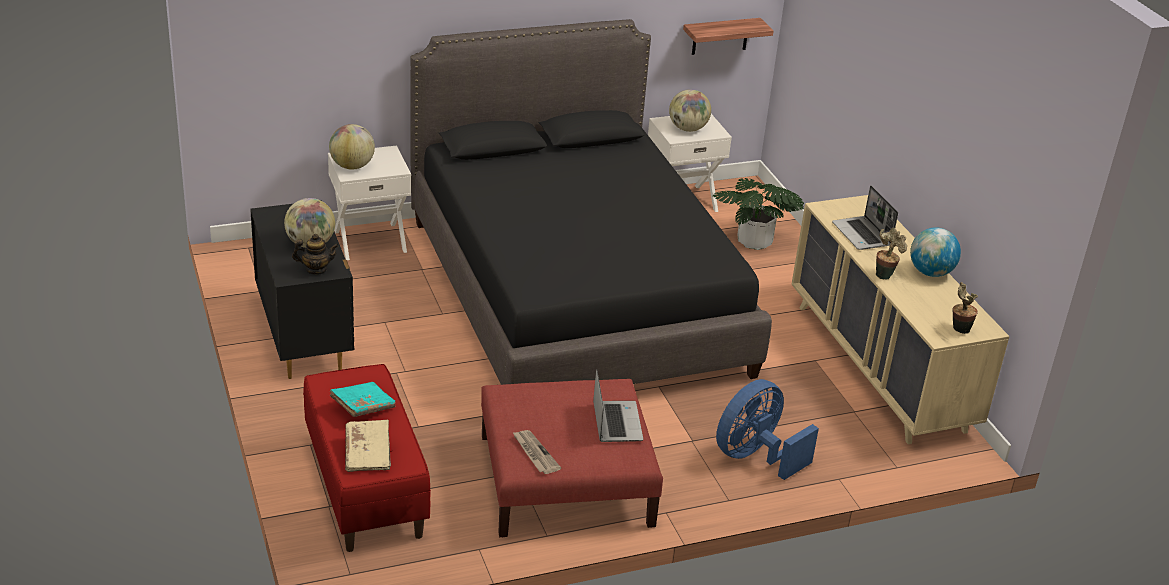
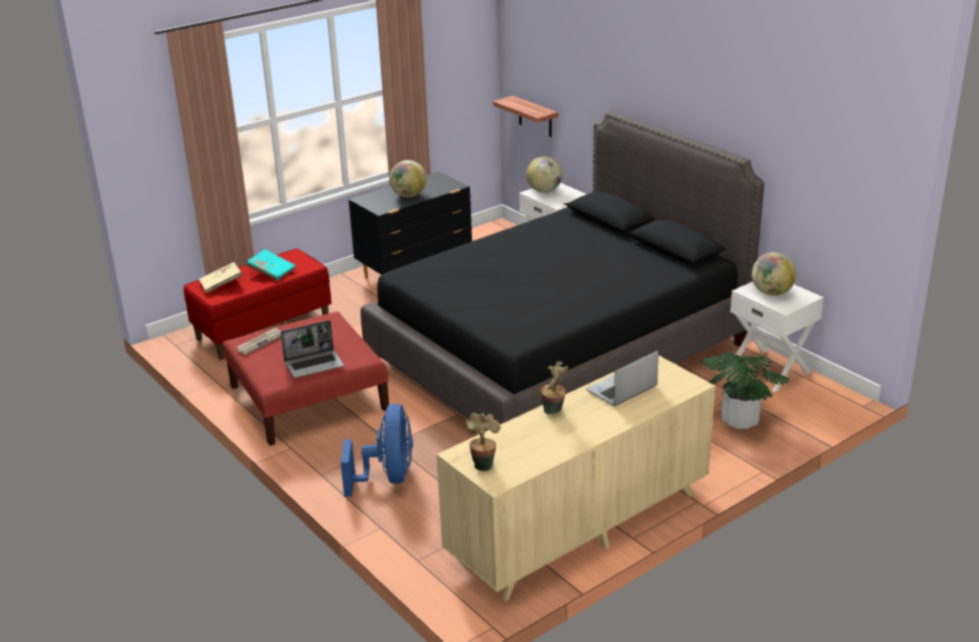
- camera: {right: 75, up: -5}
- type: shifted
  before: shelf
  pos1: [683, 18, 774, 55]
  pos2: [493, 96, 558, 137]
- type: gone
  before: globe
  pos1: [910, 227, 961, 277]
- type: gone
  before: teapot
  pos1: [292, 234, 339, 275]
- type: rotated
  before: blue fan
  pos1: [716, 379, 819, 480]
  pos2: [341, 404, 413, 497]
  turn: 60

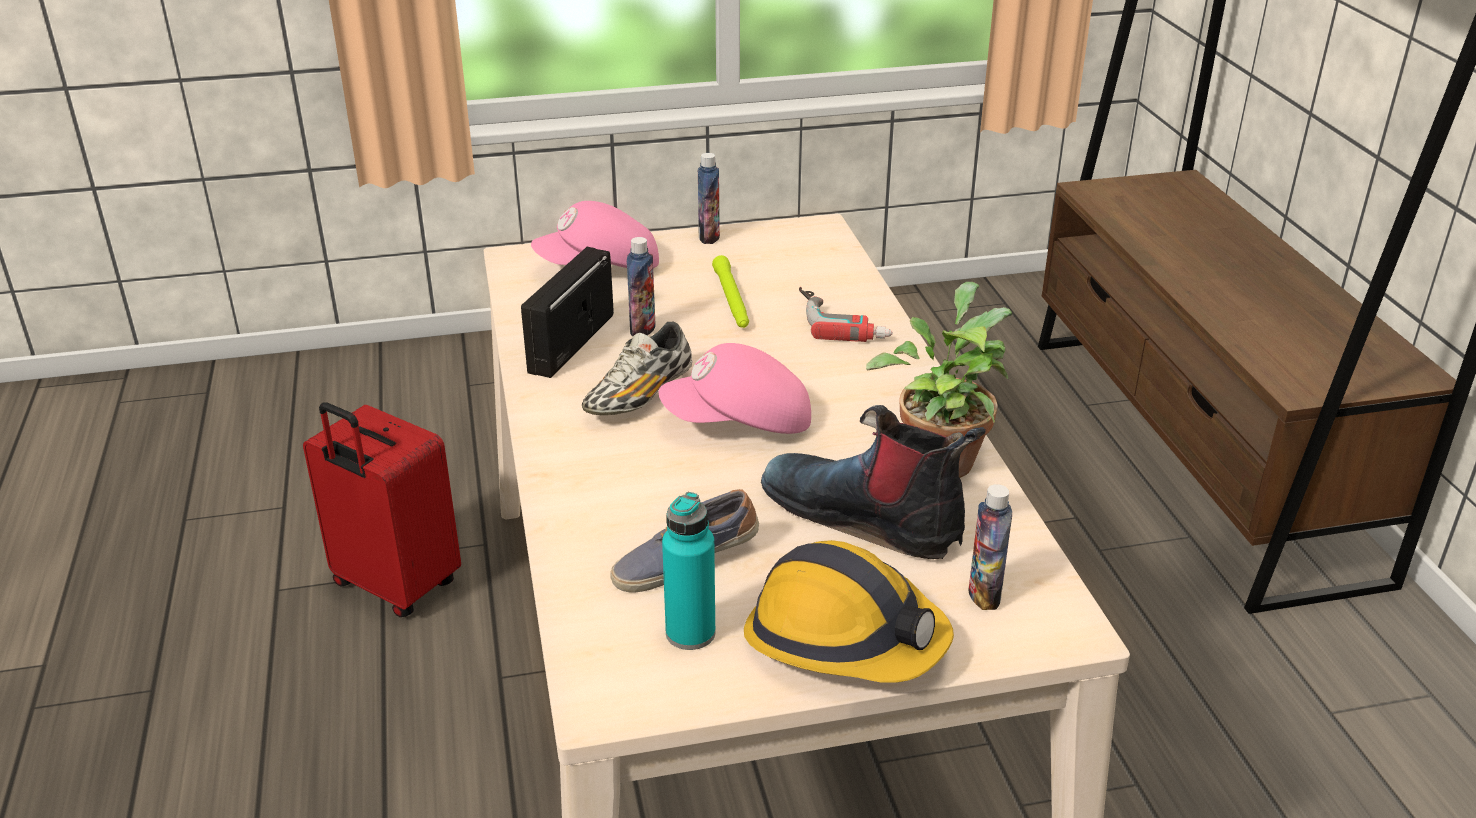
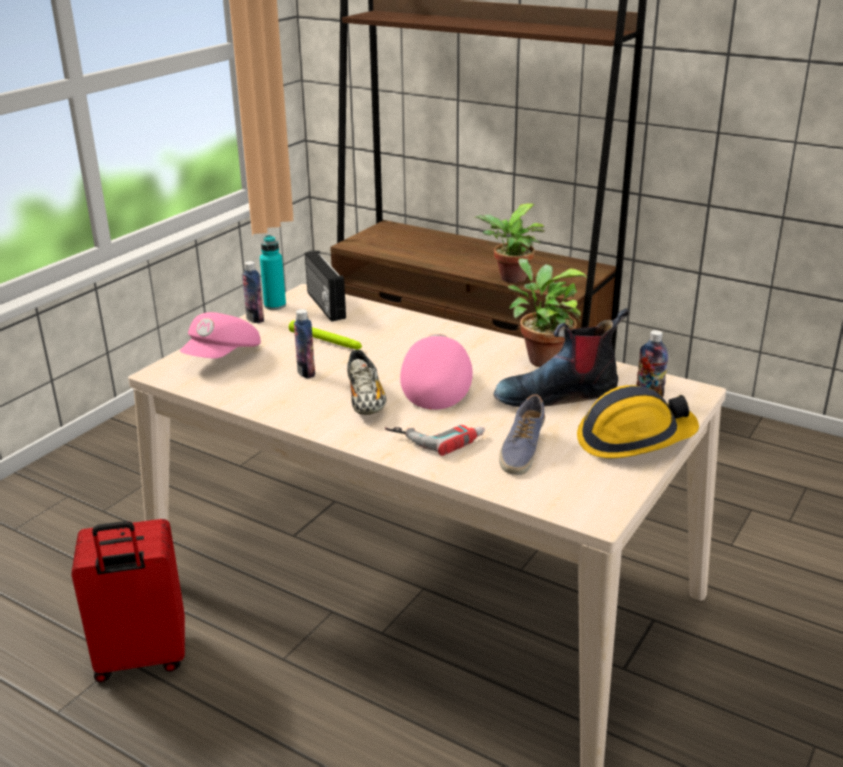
- camera: {right: -45, up: -5}
- type: shifted
  before: radio
  pos1: [521, 247, 614, 378]
  pos2: [305, 251, 346, 322]
- type: shifted
  before: power drill
  pos1: [799, 287, 893, 342]
  pos2: [385, 425, 485, 456]
- type: rotated
  before: pink cap
  pos1: [659, 343, 811, 434]
  pos2: [400, 334, 473, 410]
  turn: 150
- type: shifted
  before: turquoise bottle
  pos1: [662, 492, 716, 650]
  pos2: [260, 235, 286, 310]
- type: new
  after: potted plant
  pos2: [474, 204, 545, 283]

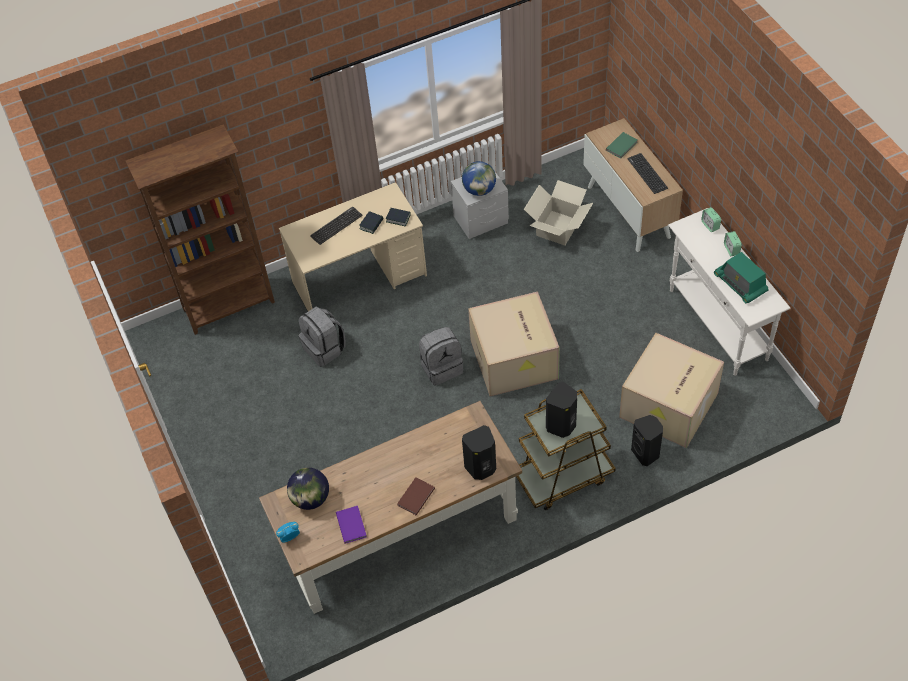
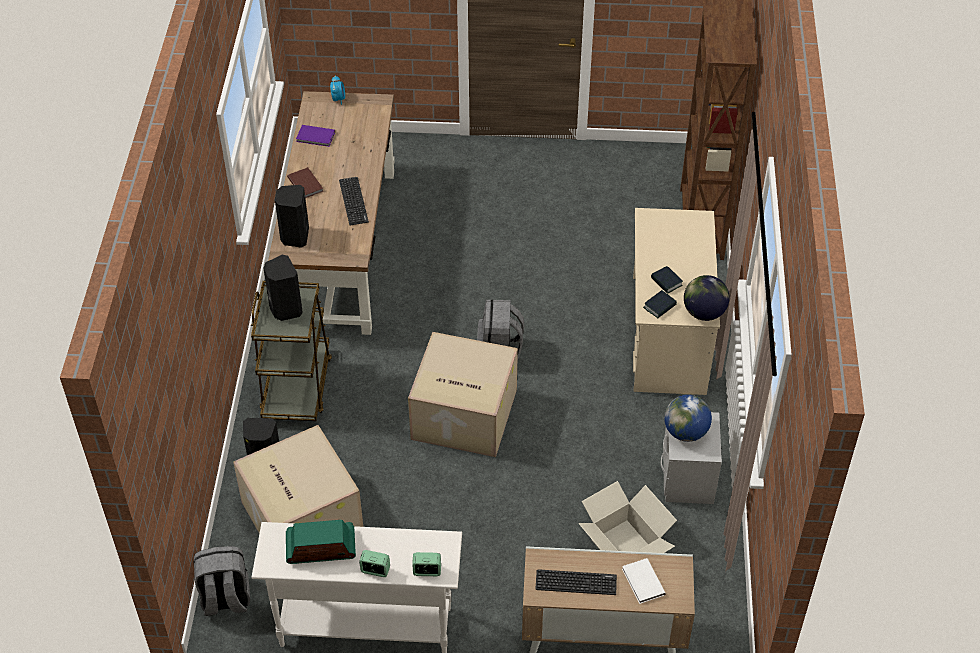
- camera: {right: 115, up: -5}
- type: repainted
  before: green book
  after: white book
  pos1: [606, 132, 637, 159]
  pos2: [622, 558, 666, 604]
- type: shifted
  before: keyboard
  pos1: [310, 206, 363, 245]
  pos2: [339, 177, 369, 225]
- type: shifted
  before: grey backpack
  pos1: [298, 306, 346, 367]
  pos2: [193, 546, 250, 616]
- type: shifted
  before: globe
  pos1: [287, 468, 329, 510]
  pos2: [684, 275, 730, 321]

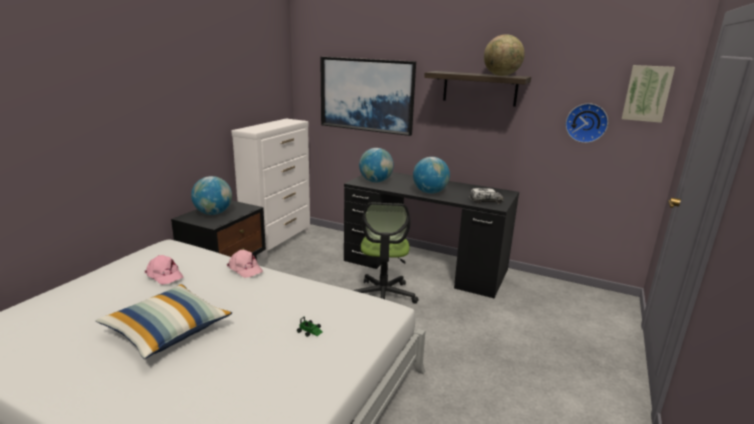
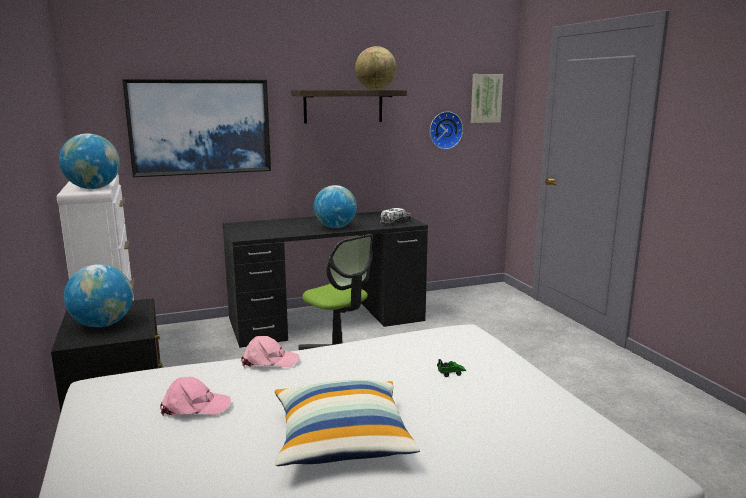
- camera: {right: -45, up: -5}
- type: shifted
  before: globe
  pos1: [359, 148, 394, 182]
  pos2: [59, 134, 120, 189]

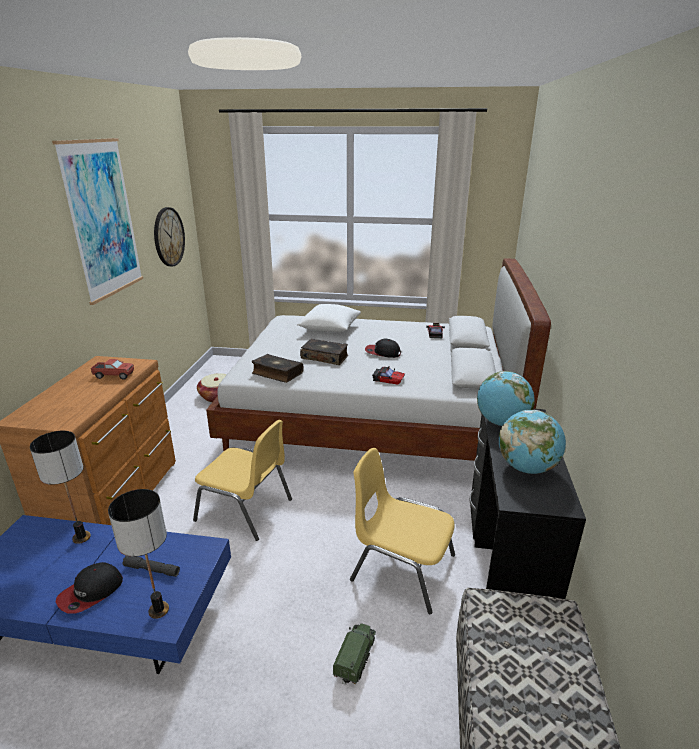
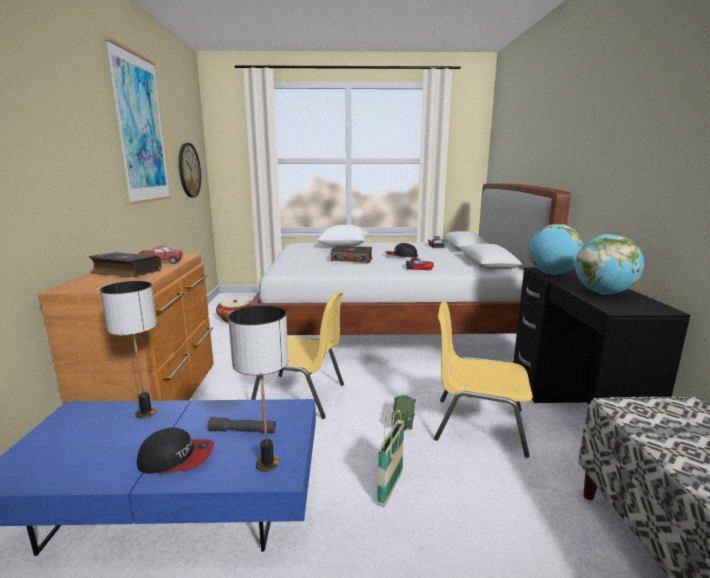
- camera: {right: -10, up: -10}
- type: shifted
  before: book
  pos1: [252, 354, 303, 383]
  pos2: [89, 252, 162, 277]
- type: rotated
  before: cap
  pos1: [56, 562, 123, 614]
  pos2: [137, 427, 214, 473]
  turn: -120
- type: shifted
  before: toy truck
  pos1: [333, 623, 376, 685]
  pos2: [391, 395, 416, 431]
- type: new
  after: basket
  pos2: [377, 408, 405, 507]

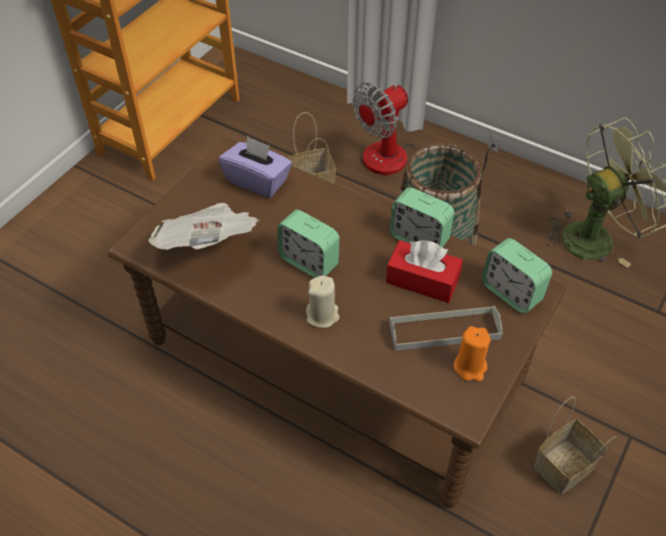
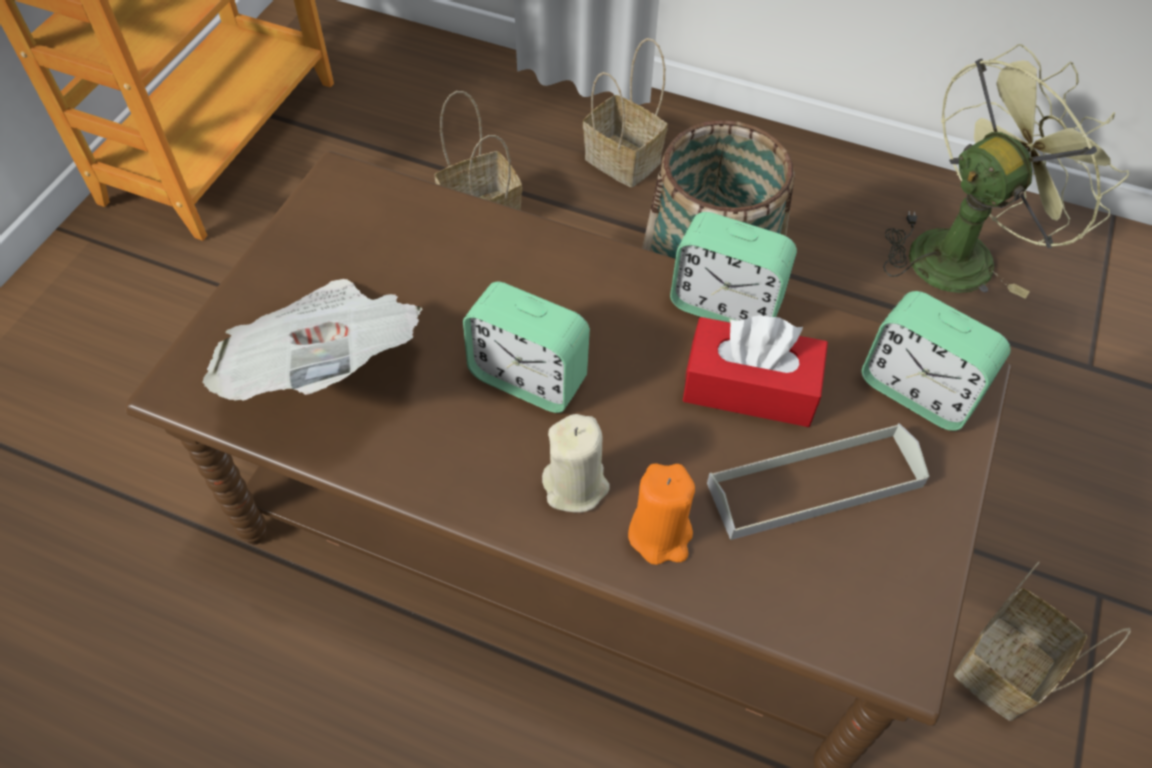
- camera: {right: -10, up: 5}
- type: swapped
  before: fan
  after: basket
  pos1: [352, 82, 501, 175]
  pos2: [583, 38, 668, 187]
- type: gone
  before: purple tissue box
  pos1: [219, 136, 292, 198]
- type: shifted
  before: orange candle
  pos1: [454, 326, 491, 381]
  pos2: [628, 463, 695, 565]

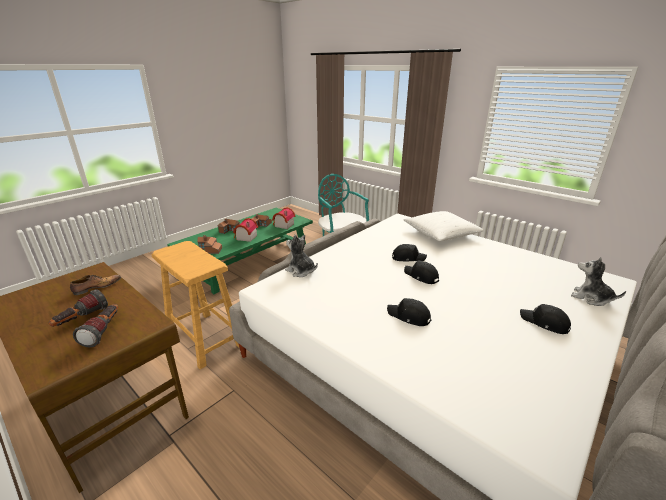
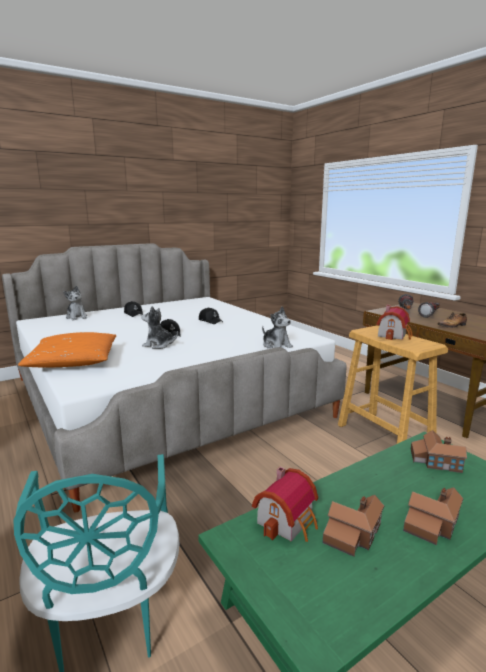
- camera: {right: -165, up: -10}
- type: repainted
  before: white pillow
  after: orange pillow
  pos1: [404, 211, 484, 241]
  pos2: [18, 332, 116, 368]
- type: shifted
  before: toy house
  pos1: [233, 218, 258, 242]
  pos2: [376, 305, 413, 340]
- type: swapped
  before: black cap
  after: plush toy
  pos1: [392, 244, 427, 261]
  pos2: [141, 306, 178, 349]

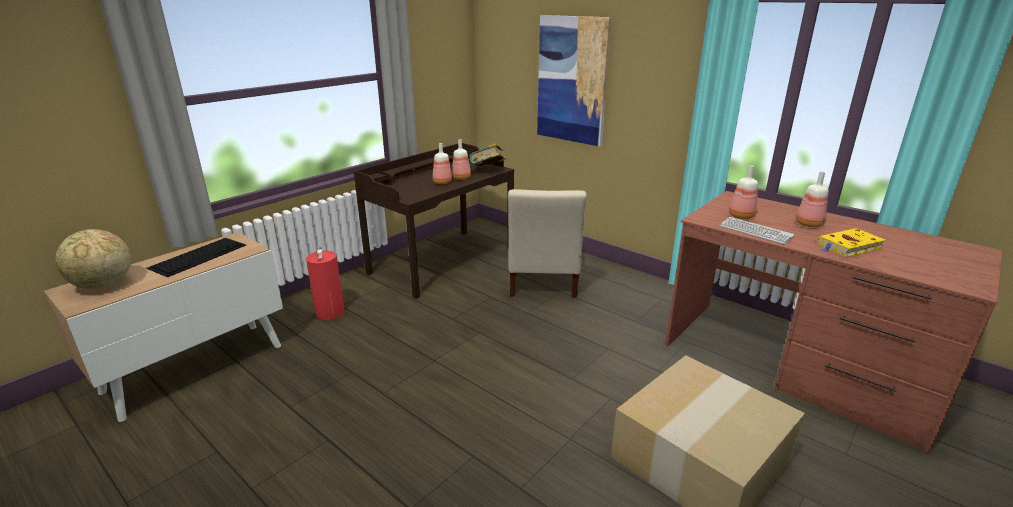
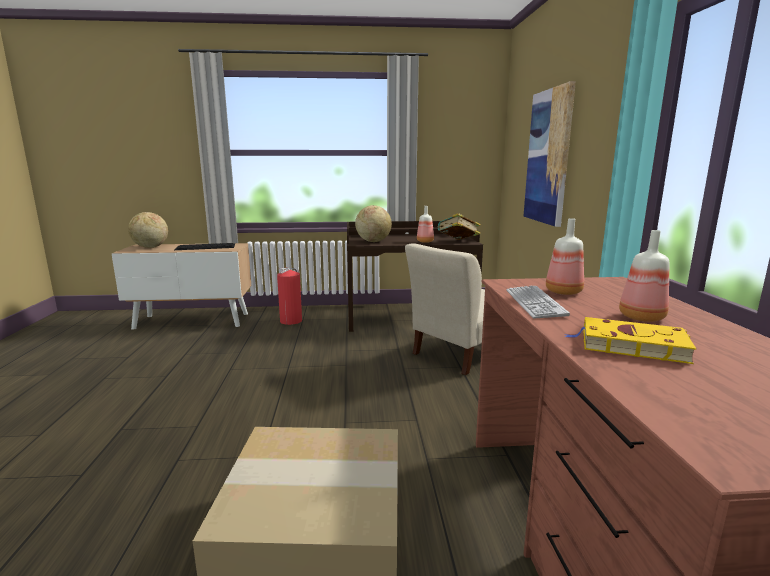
- camera: {right: 45, up: -10}
- type: gone
  before: bottle
  pos1: [433, 143, 452, 184]
- type: new
  after: globe
  pos2: [355, 205, 392, 242]

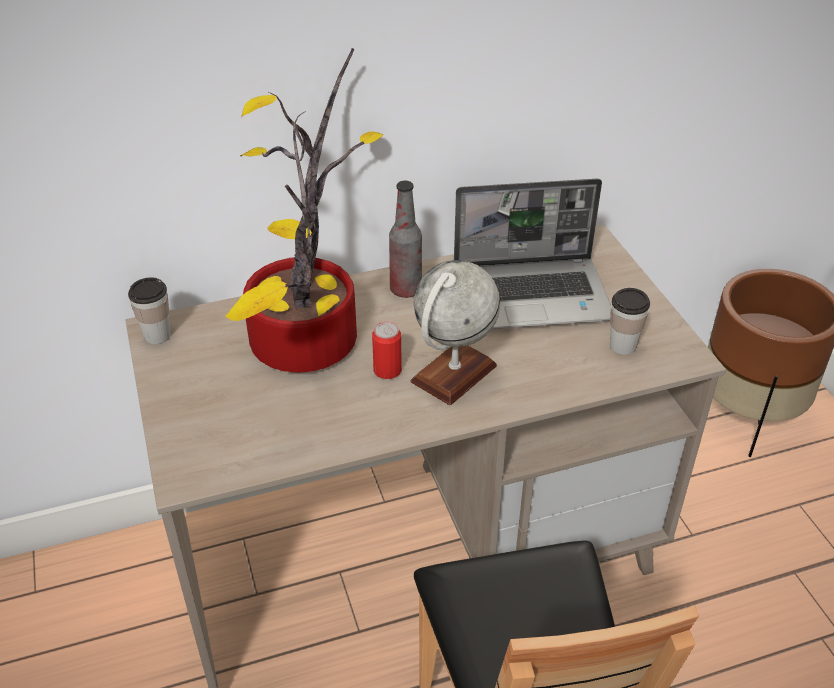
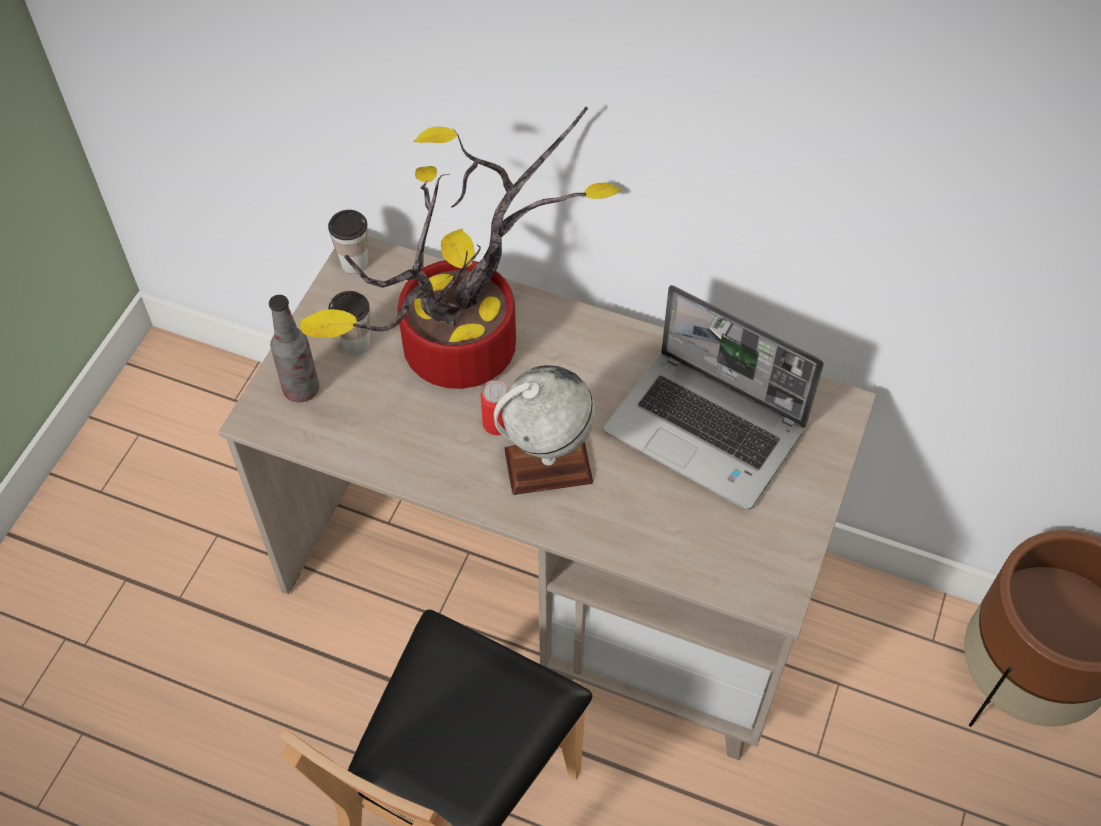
- camera: {right: 40, up: 15}
- type: shifted
  before: bottle
  pos1: [389, 181, 422, 298]
  pos2: [269, 295, 319, 402]
- type: shifted
  before: cup
  pos1: [610, 288, 650, 355]
  pos2: [328, 291, 370, 356]

